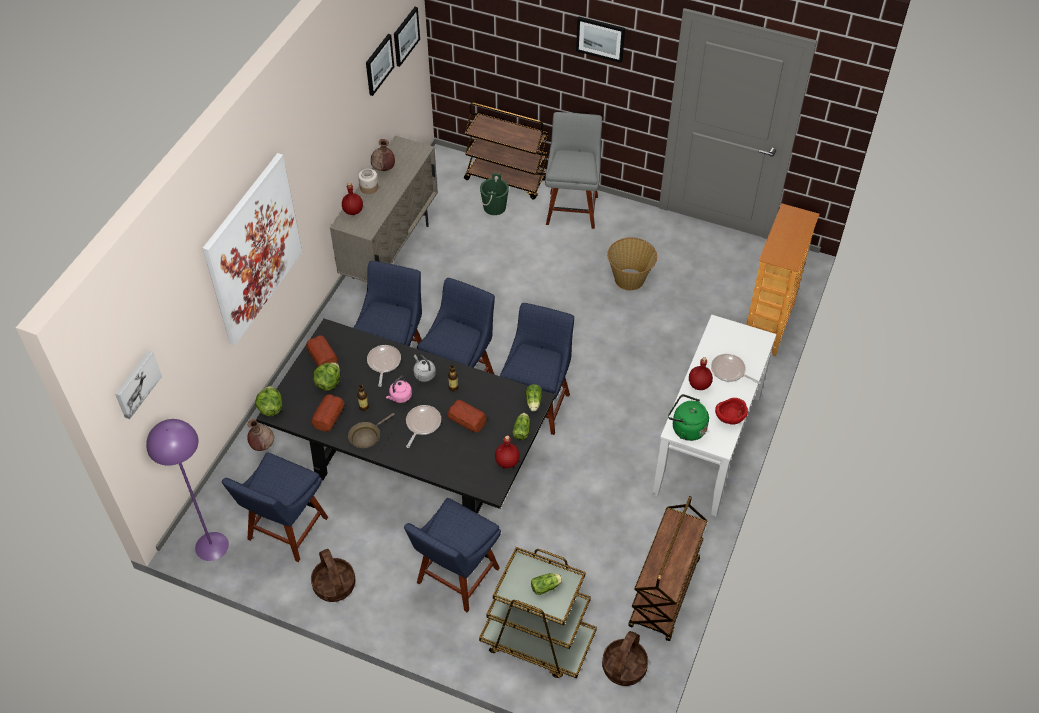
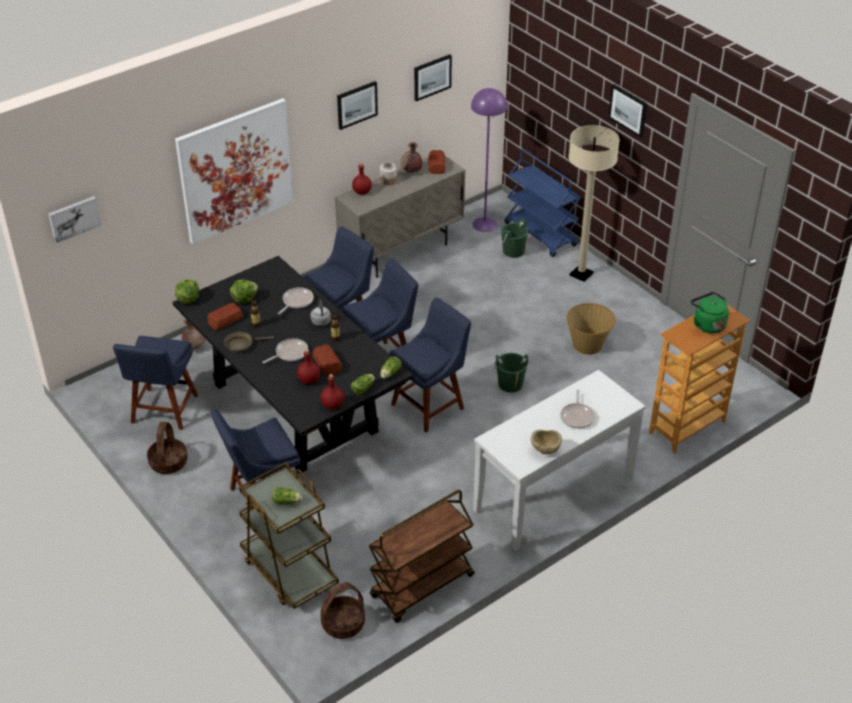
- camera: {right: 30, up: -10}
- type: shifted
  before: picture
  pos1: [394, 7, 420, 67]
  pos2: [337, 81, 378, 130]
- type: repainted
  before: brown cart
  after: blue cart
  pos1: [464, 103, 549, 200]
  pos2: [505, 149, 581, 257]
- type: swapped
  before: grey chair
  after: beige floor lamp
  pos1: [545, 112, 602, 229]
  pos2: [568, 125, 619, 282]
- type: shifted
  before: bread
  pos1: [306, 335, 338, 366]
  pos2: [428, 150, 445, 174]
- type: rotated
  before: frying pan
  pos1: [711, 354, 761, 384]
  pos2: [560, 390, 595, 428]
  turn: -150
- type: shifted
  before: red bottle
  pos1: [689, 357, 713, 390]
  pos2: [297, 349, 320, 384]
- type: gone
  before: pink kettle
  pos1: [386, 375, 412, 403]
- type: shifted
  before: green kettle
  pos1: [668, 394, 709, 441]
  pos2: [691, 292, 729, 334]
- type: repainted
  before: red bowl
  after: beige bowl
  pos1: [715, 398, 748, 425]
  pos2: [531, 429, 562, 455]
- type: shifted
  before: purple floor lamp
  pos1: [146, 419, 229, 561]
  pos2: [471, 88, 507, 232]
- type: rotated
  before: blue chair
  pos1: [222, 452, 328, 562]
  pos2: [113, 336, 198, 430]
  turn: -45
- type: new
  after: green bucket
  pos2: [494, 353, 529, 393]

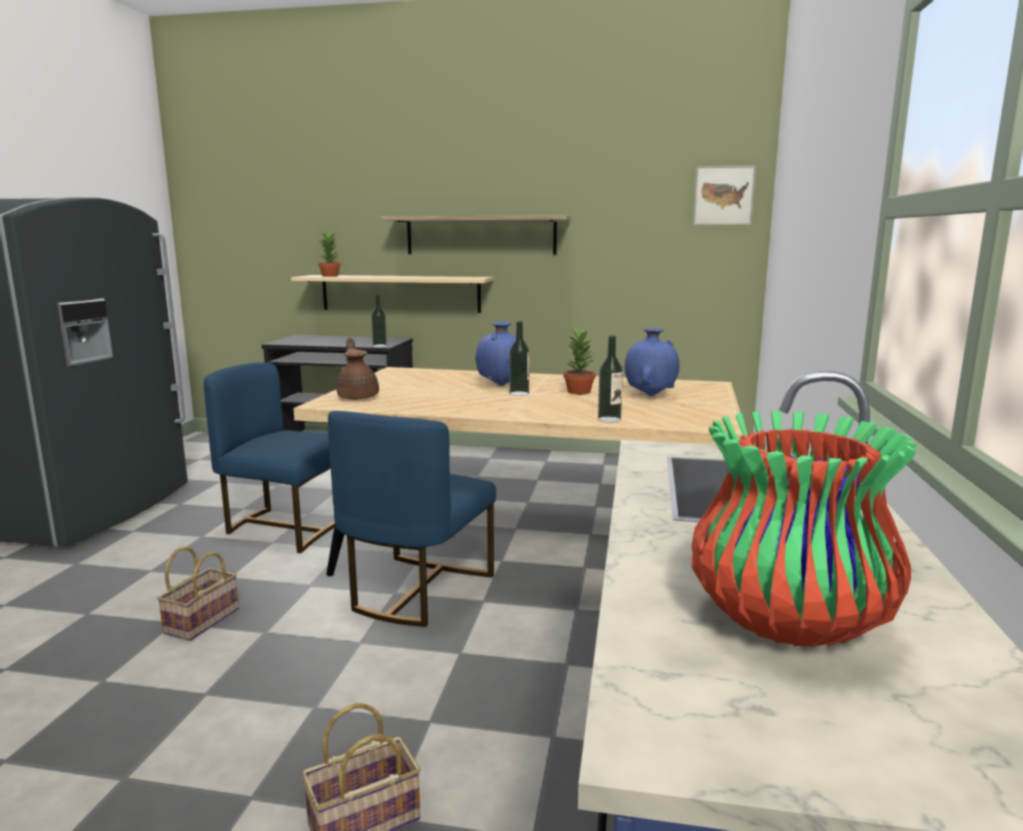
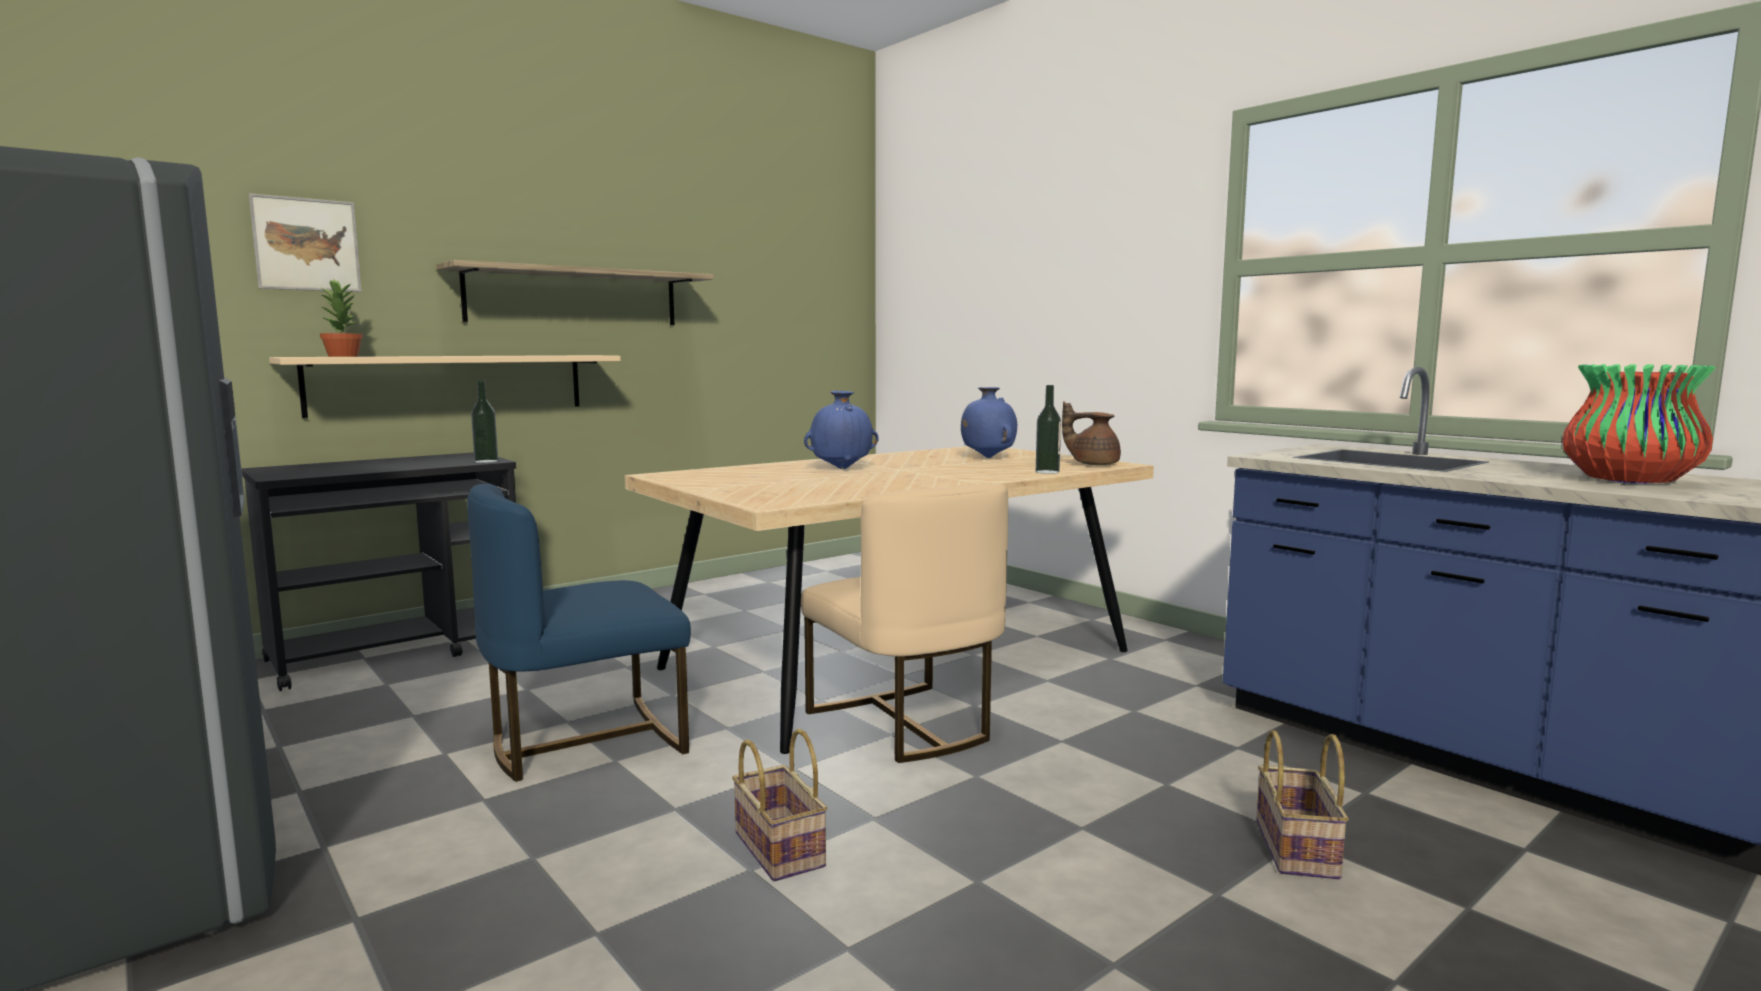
- camera: {right: -50, up: -5}
- type: shifted
  before: picture
  pos1: [693, 165, 756, 225]
  pos2: [249, 193, 362, 292]
- type: gone
  before: bottle
  pos1: [509, 321, 530, 396]
- type: gone
  before: potted plant
  pos1: [563, 328, 596, 394]
- type: shifted
  before: brown teapot
  pos1: [336, 338, 379, 400]
  pos2: [1062, 401, 1121, 465]
- type: repainted
  before: blue chair
  after: beige chair
  pos1: [328, 411, 496, 627]
  pos2: [801, 484, 1008, 763]

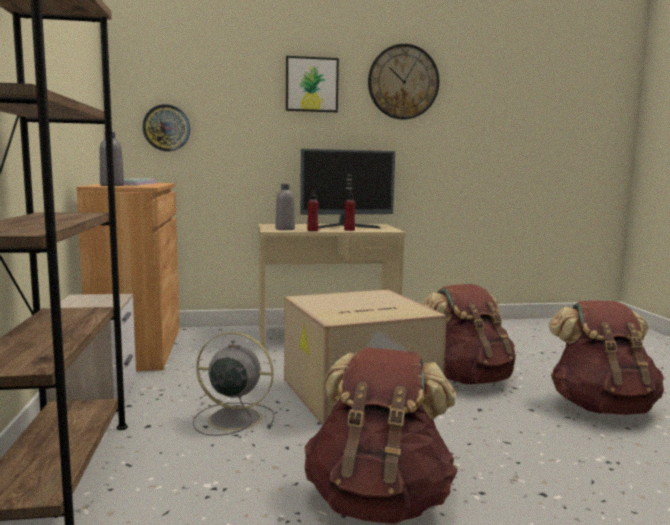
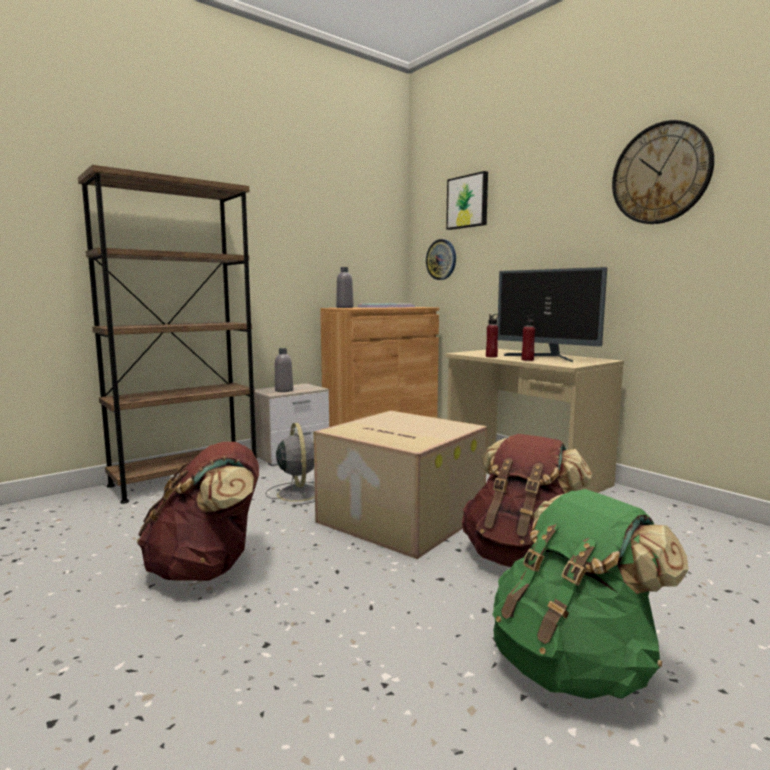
- camera: {right: 60, up: 0}
- type: shifted
  before: picture
  pos1: [286, 56, 339, 112]
  pos2: [446, 171, 488, 230]
- type: shifted
  before: grey bottle
  pos1: [275, 184, 295, 230]
  pos2: [275, 348, 293, 392]
- type: repainted
  before: brown backpack
  after: green backpack
  pos1: [549, 301, 664, 415]
  pos2: [492, 489, 689, 699]

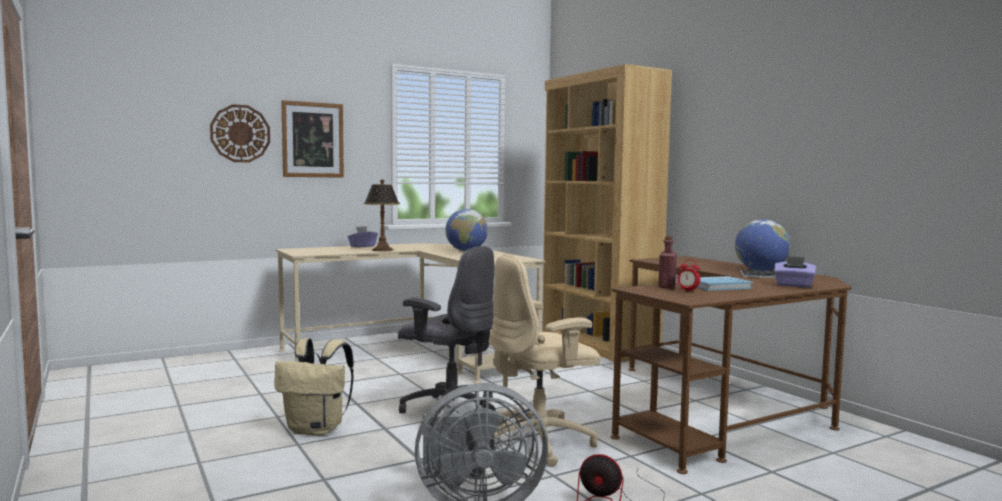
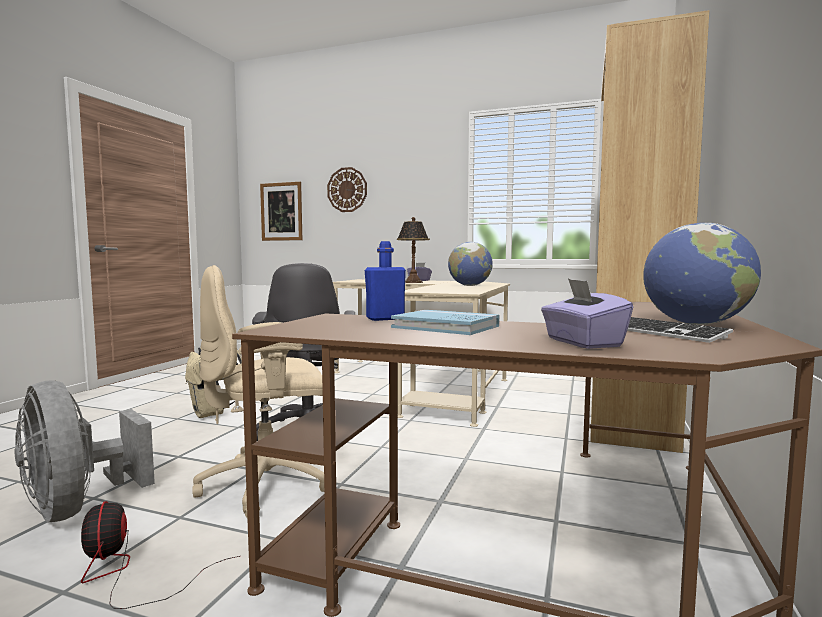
- camera: {right: 50, up: 0}
- type: shifted
  before: picture
  pos1: [281, 100, 344, 178]
  pos2: [260, 182, 302, 241]
- type: repainted
  before: red bottle
  after: blue bottle
  pos1: [658, 236, 677, 289]
  pos2: [365, 241, 406, 321]
- type: rotated
  before: beige office chair
  pos1: [489, 255, 600, 467]
  pos2: [192, 265, 324, 518]
  turn: -45
- type: gone
  before: alarm clock
  pos1: [677, 259, 700, 292]

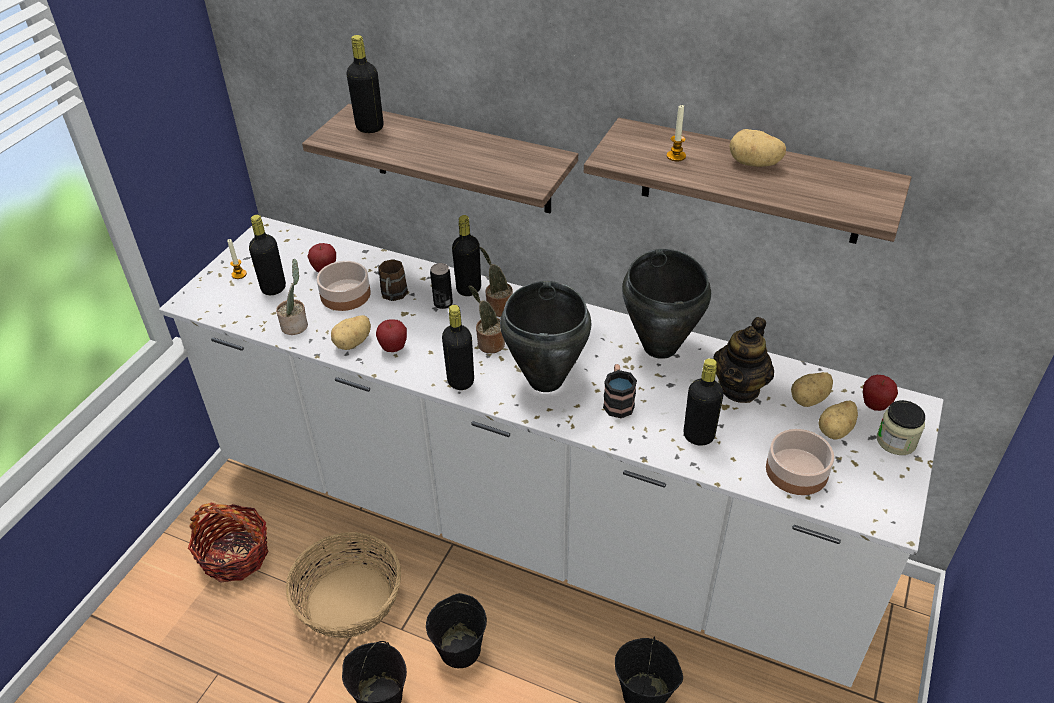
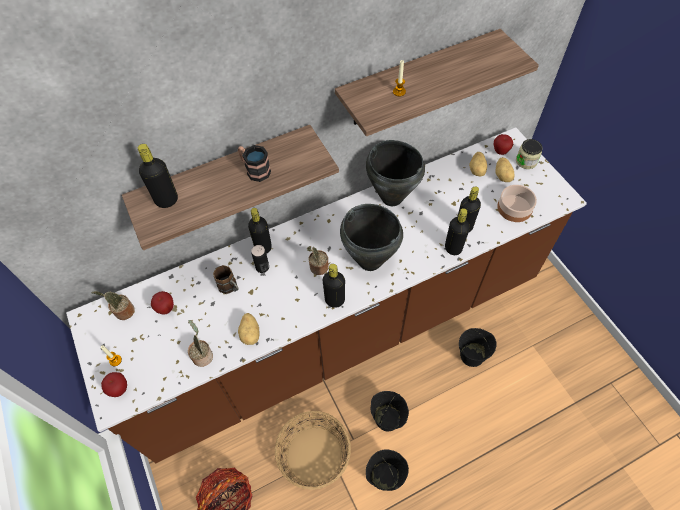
- camera: {right: -50, up: 15}
- type: gone
  before: potato
  pos1: [729, 129, 786, 167]
- type: shifted
  before: black bottle
  pos1: [249, 215, 286, 295]
  pos2: [445, 208, 470, 255]
- type: repainted
  before: white counter
  after: brown counter
  pos1: [159, 217, 943, 687]
  pos2: [66, 127, 587, 463]
- type: shifted
  before: potted plant
  pos1: [480, 247, 513, 317]
  pos2: [91, 291, 135, 320]
- type: gone
  before: bowl
  pos1: [317, 261, 371, 311]
- type: gone
  before: teapot
  pos1: [713, 317, 774, 403]
- type: shifted
  before: apple
  pos1: [376, 319, 407, 352]
  pos2: [101, 372, 127, 397]
- type: shifted
  before: mug
  pos1: [603, 364, 637, 418]
  pos2: [238, 145, 271, 182]

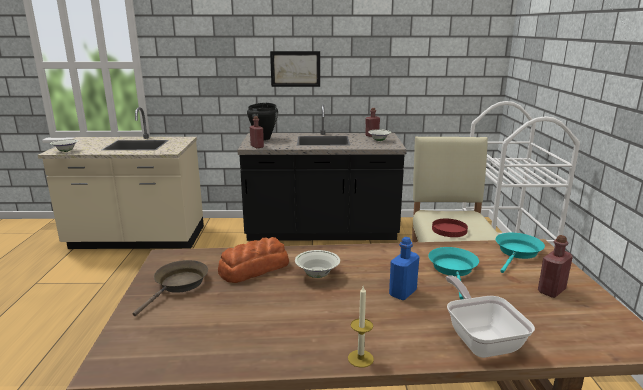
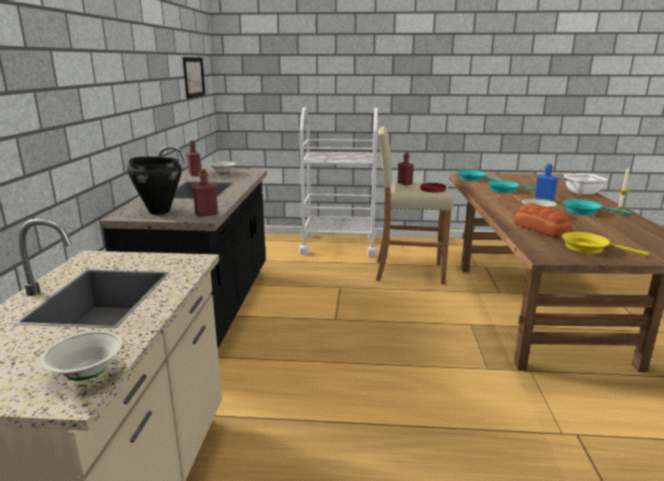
- camera: {right: -85, up: 0}
- type: shifted
  before: picture
  pos1: [270, 51, 320, 87]
  pos2: [183, 57, 206, 99]
- type: shifted
  before: red bottle
  pos1: [538, 235, 573, 298]
  pos2: [397, 153, 414, 186]
- type: repainted
  before: brown frying pan
  after: yellow frying pan
  pos1: [132, 260, 208, 316]
  pos2: [561, 232, 649, 256]
- type: new
  after: turquoise frying pan
  pos2: [563, 199, 632, 215]

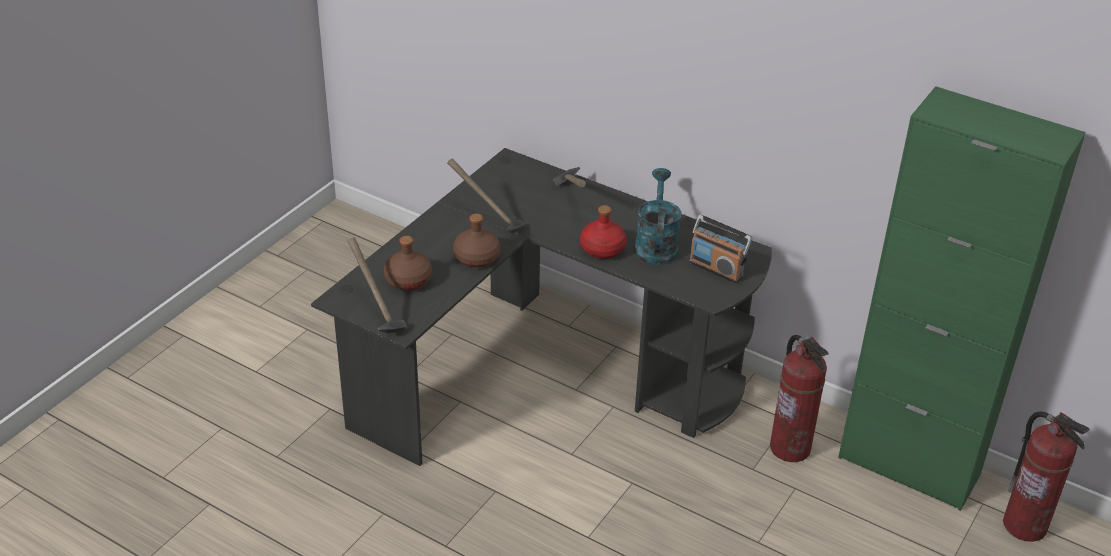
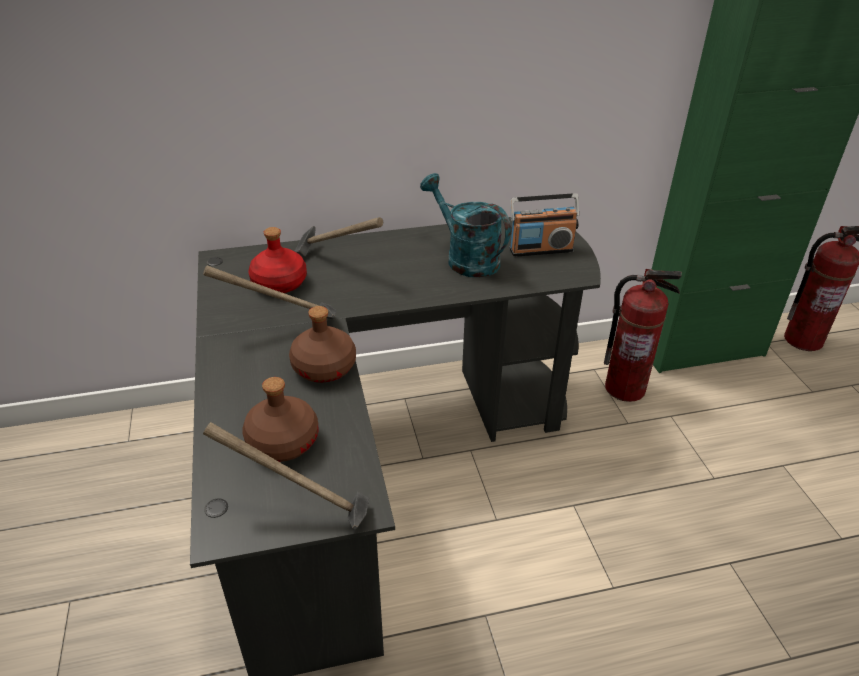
- camera: {right: -45, up: 0}
- type: shifted
  before: red bottle
  pos1: [580, 205, 627, 259]
  pos2: [248, 227, 307, 293]

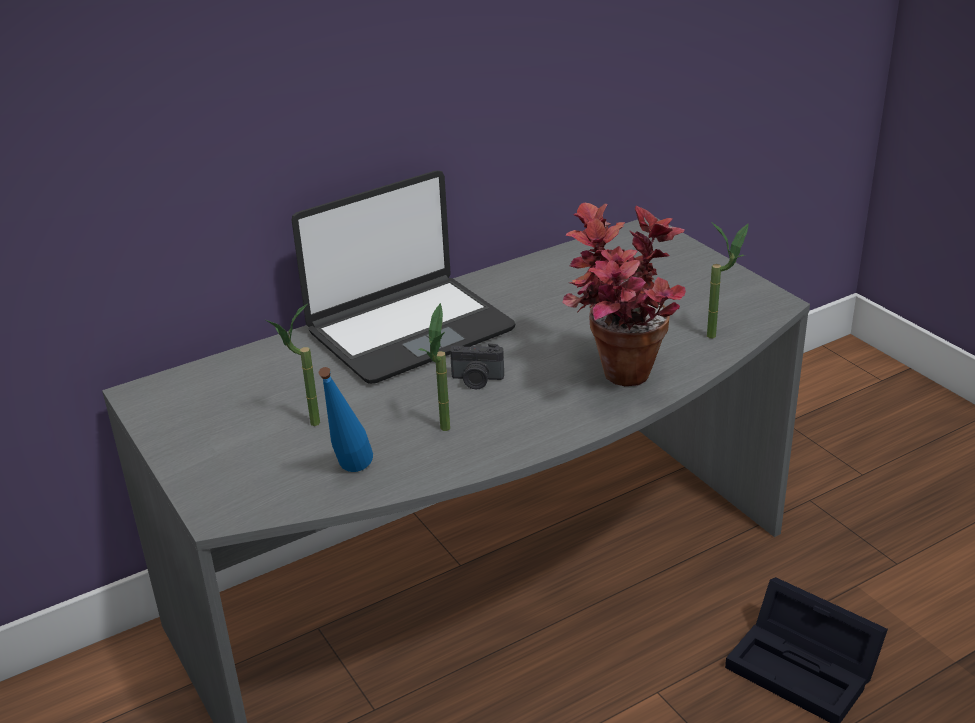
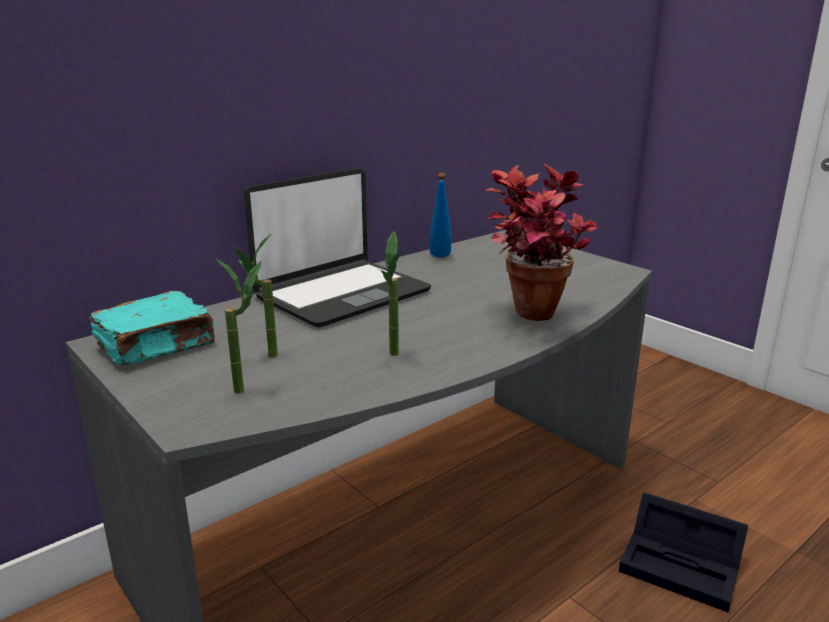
- camera: {right: -10, up: -10}
- type: shifted
  before: potted plant
  pos1: [707, 222, 748, 338]
  pos2: [215, 258, 262, 394]
- type: gone
  before: photo camera
  pos1: [450, 343, 504, 389]
- type: shifted
  before: blue bottle
  pos1: [319, 367, 373, 472]
  pos2: [430, 173, 452, 257]
- type: new
  after: turquoise book
  pos2: [89, 291, 215, 366]

